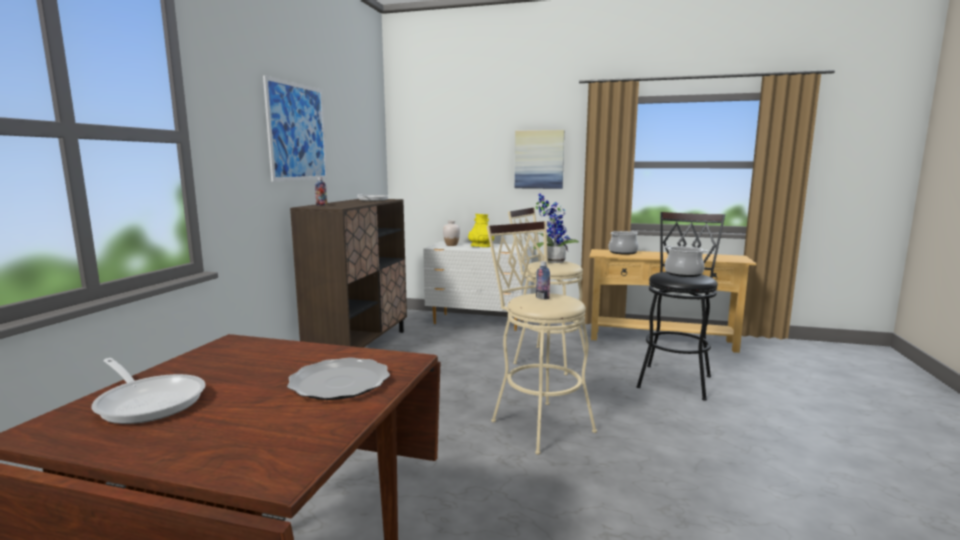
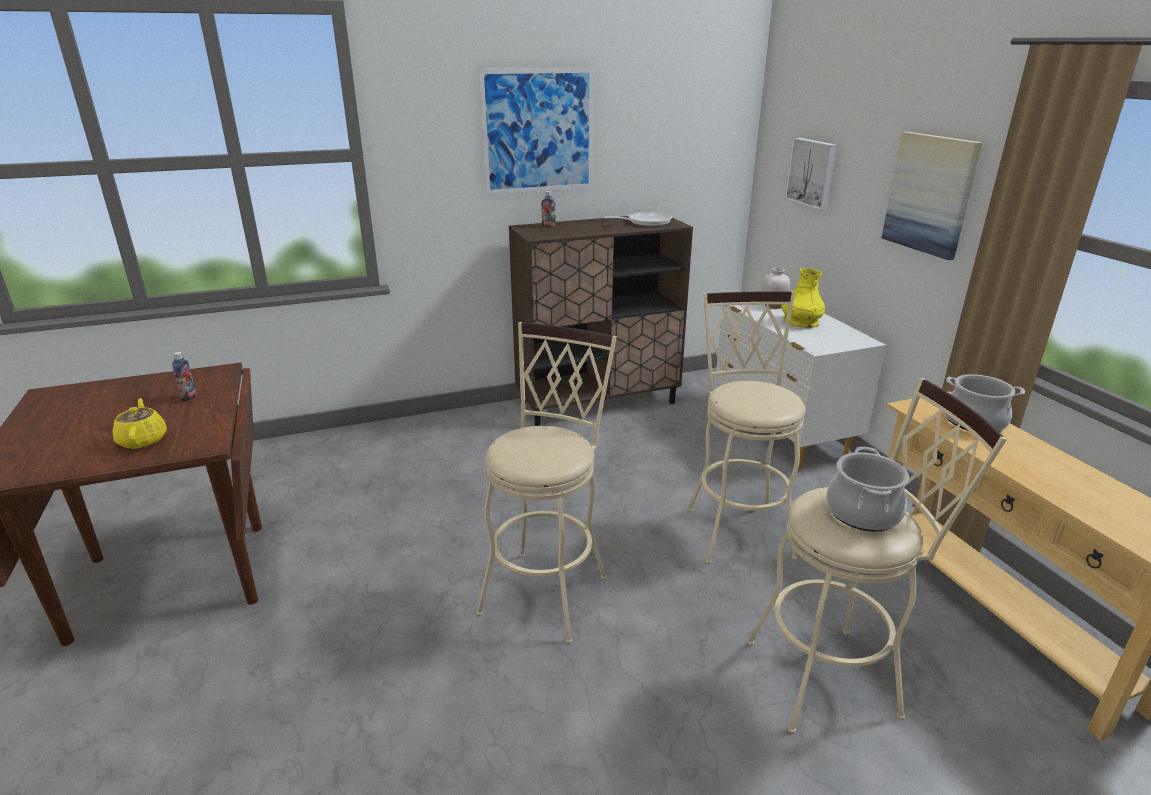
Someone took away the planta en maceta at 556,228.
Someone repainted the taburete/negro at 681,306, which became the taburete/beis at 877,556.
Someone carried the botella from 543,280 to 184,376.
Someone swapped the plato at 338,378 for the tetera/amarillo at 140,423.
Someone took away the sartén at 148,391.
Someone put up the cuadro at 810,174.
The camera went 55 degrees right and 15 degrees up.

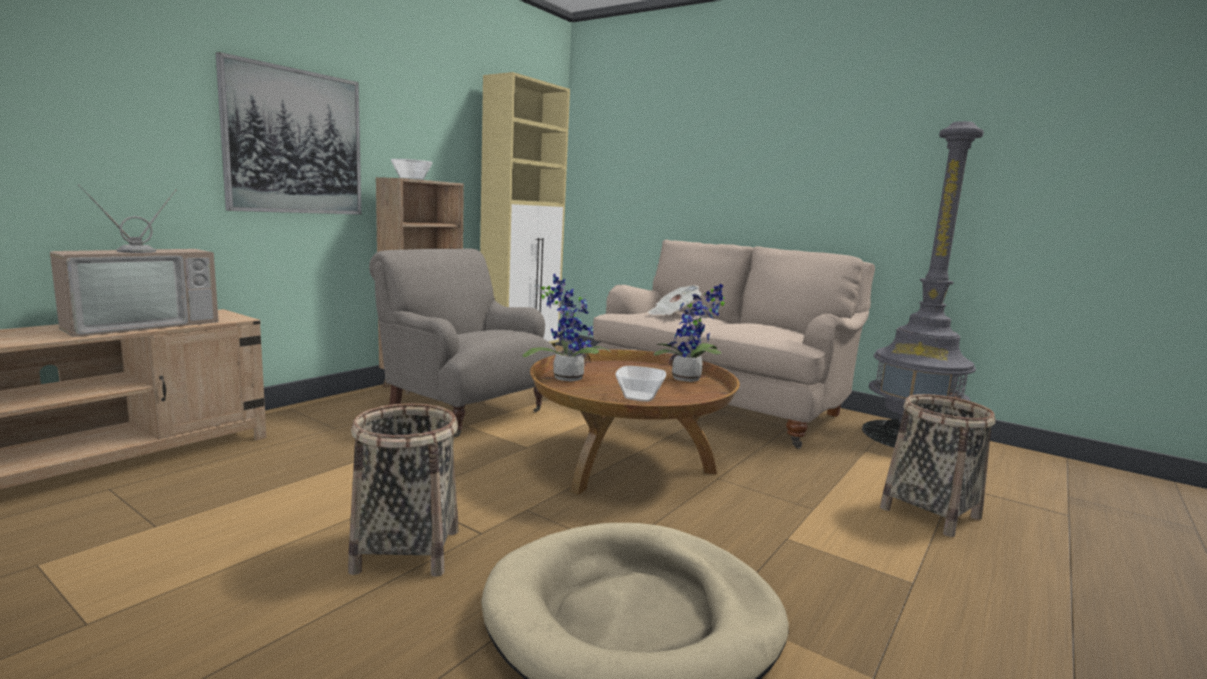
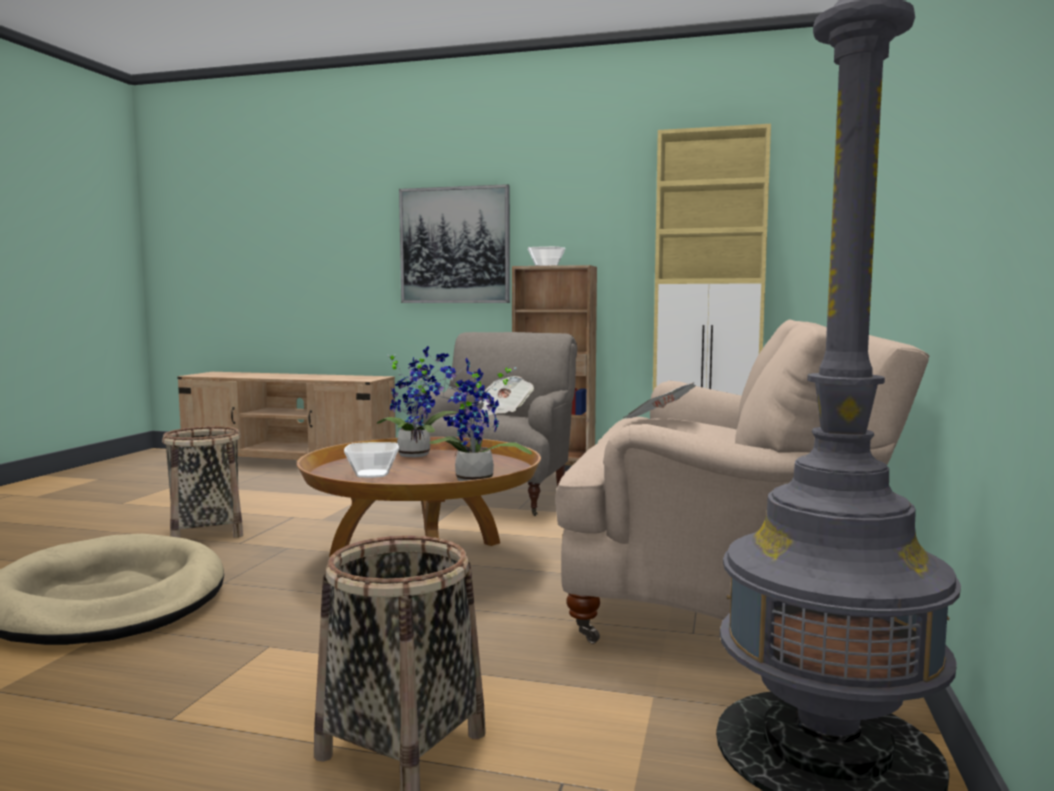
Someone took away the televisor at 134,260.
Someone put down the periódico at 506,395.
The camera went 70 degrees right and 5 degrees down.

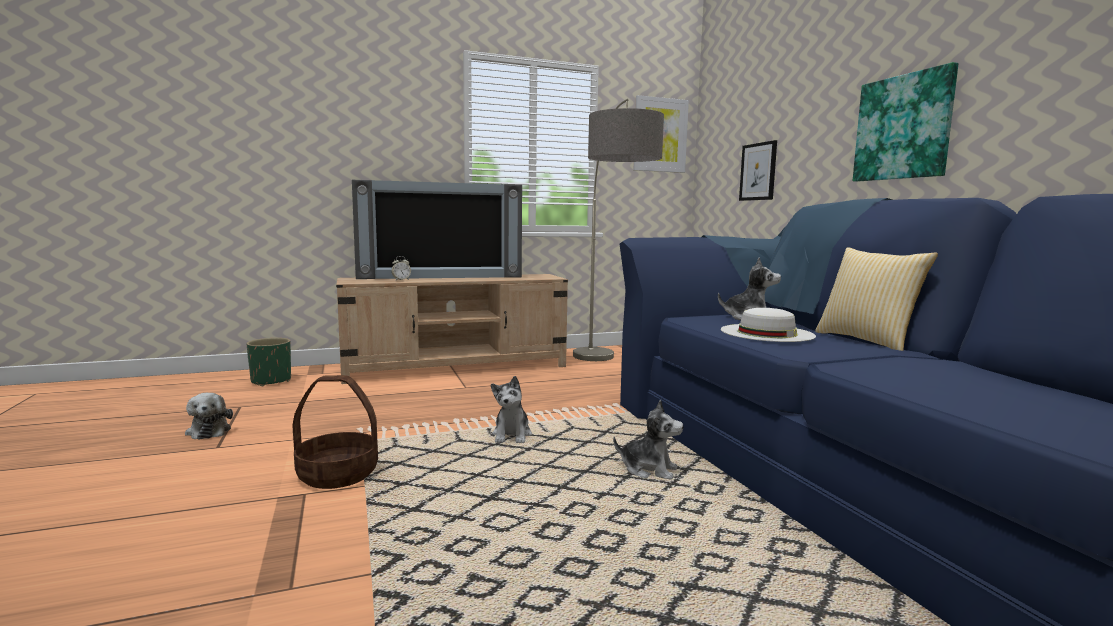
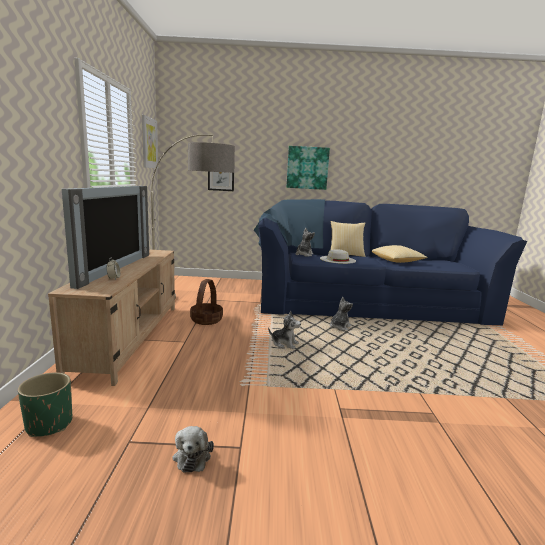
Someone carried the cesta from 335,432 to 206,302.
Someone rotated the peluche at 209,416 by 90 degrees clockwise.
Someone put down the cojín at 399,254.
The camera went 70 degrees left and 5 degrees up.

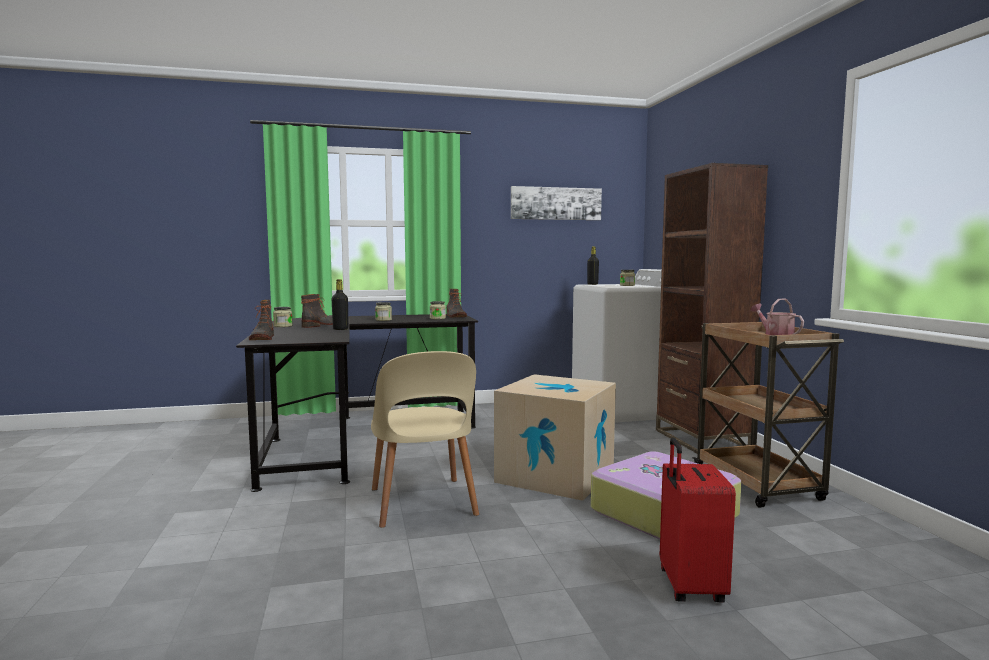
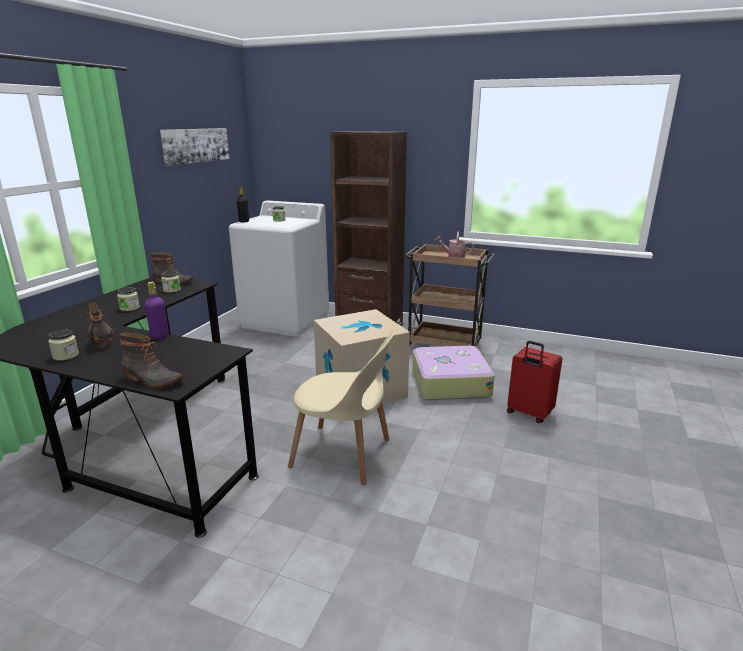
Someone repainted the botella/negro at 340,304, which became the botella/morado at 157,310.
The camera went 55 degrees left and 15 degrees up.

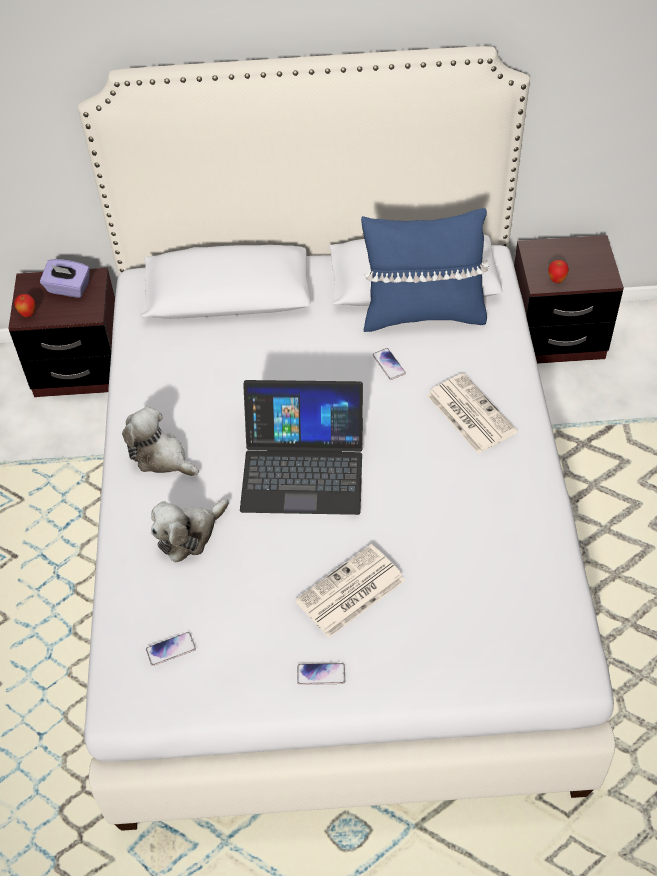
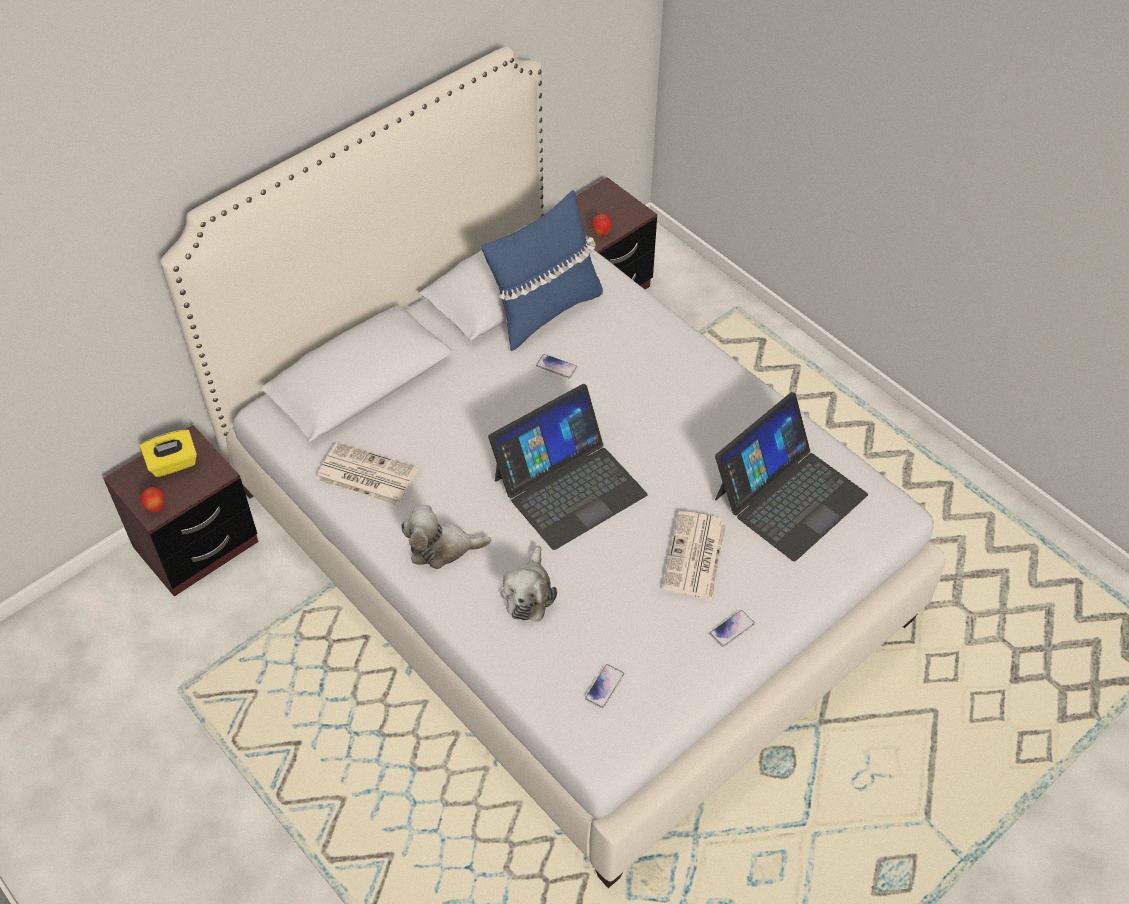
Someone repainted the caja de pañuelos/morado at 65,278, which became the caja de pañuelos/amarillo at 168,453.
Someone carried the periódico from 472,413 to 367,474.
Someone put down the portátil at 791,477.
The camera went 40 degrees left and 0 degrees up.

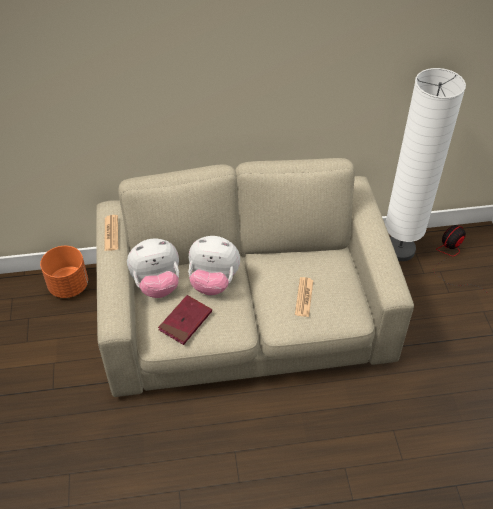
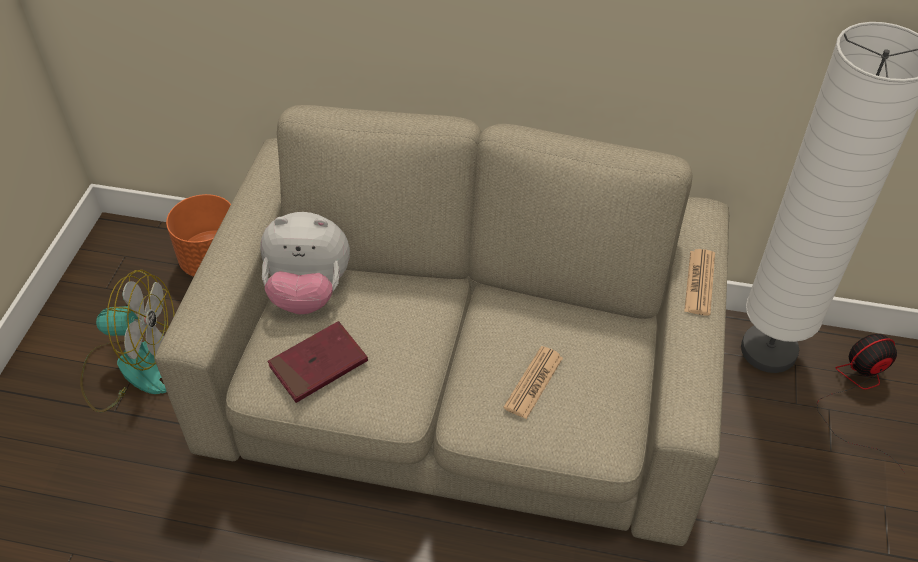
Someone carried the periódico from 111,233 to 699,282.
Someone took away the peluche at 214,265.
Someone put down the ventilador at 127,341.
The camera went 20 degrees right and 0 degrees up.

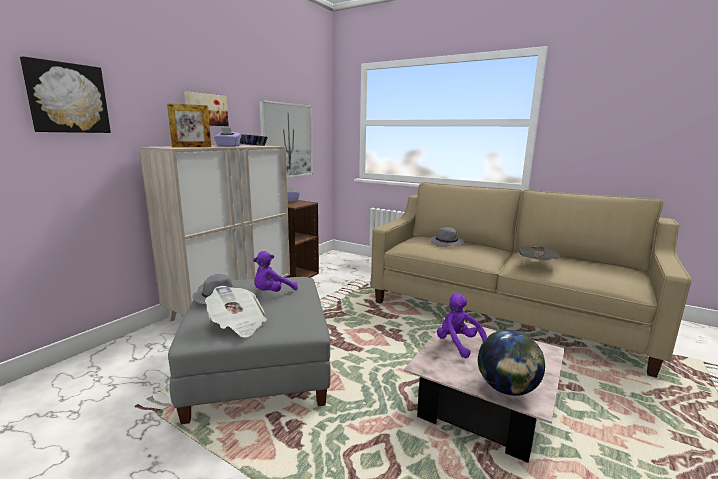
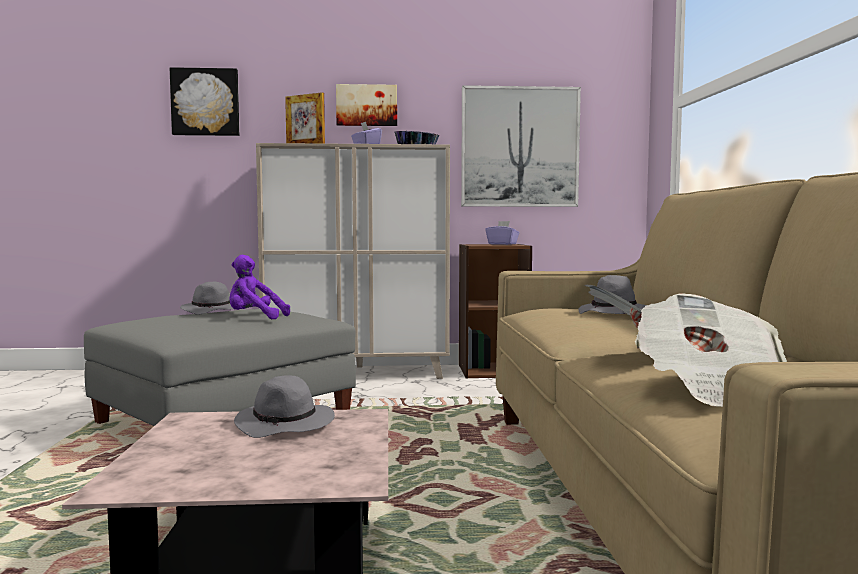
Someone carried the periódico from 236,311 to 711,350.
Someone swapped the peluche/morado at 462,326 for the sombrero/gris at 284,406.
Someone took away the globo terráqueo at 511,363.
The camera went 55 degrees right and 10 degrees down.

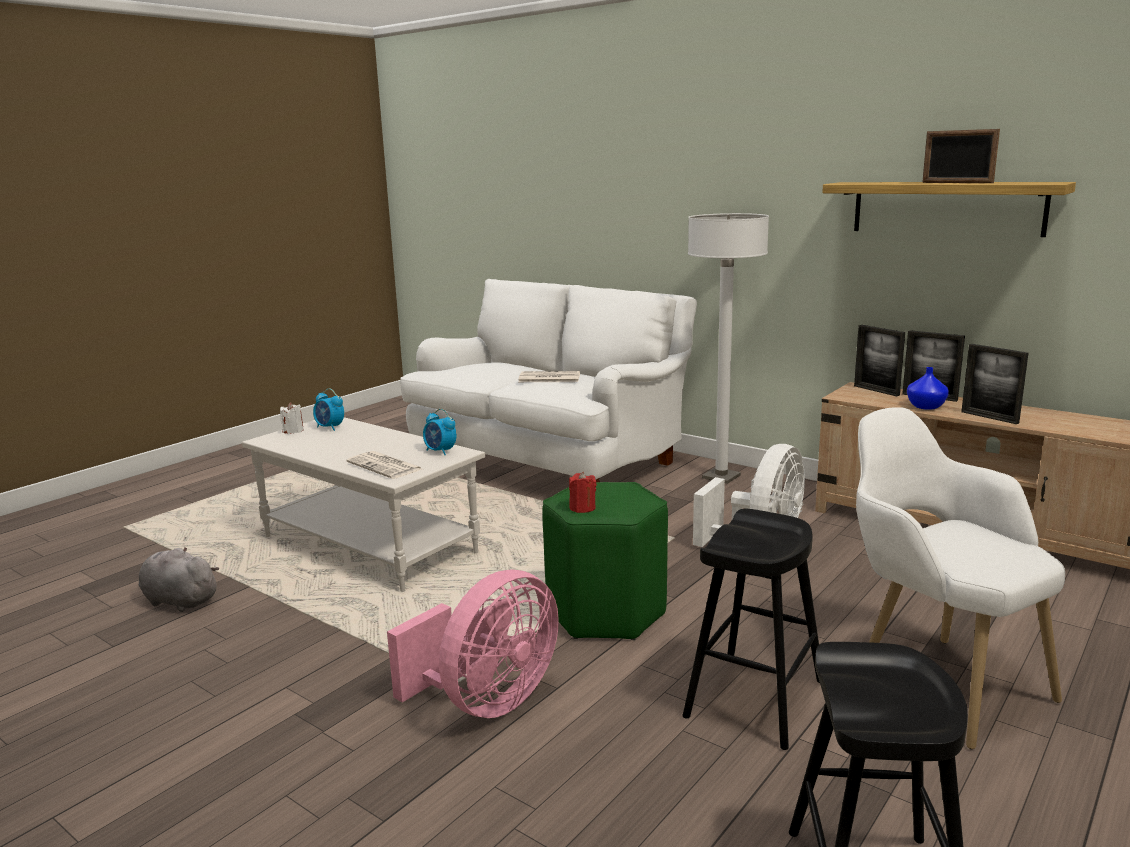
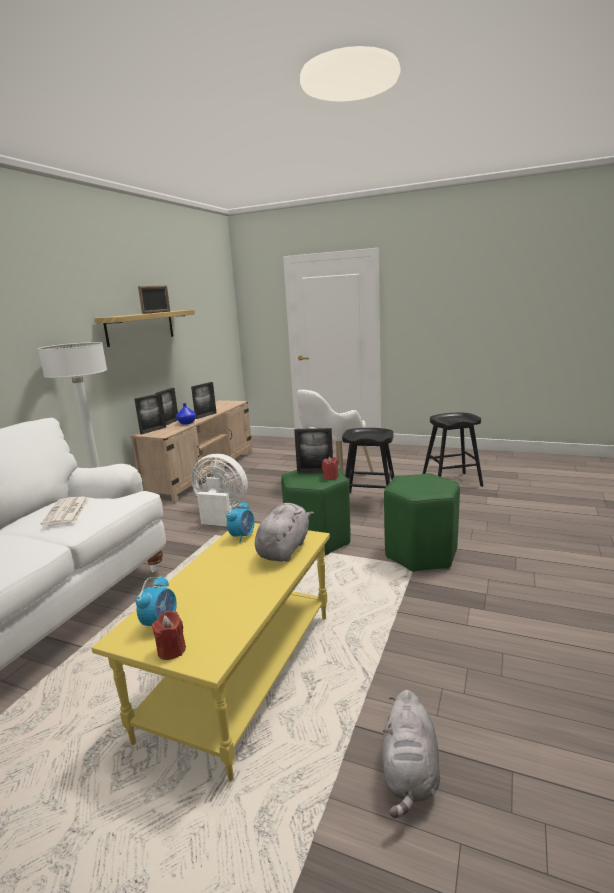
Someone repainted the vela/blanco at 292,418, which became the vela/rojo at 169,635.
Someone repainted the mesa de centro/blanco at 363,504, which became the mesa de centro/amarillo at 210,652.
Someone swapped the periódico at 384,465 for the peluche/gris at 284,532.
Someone swapped the ventilador/rosa at 473,643 for the taburete/verde at 422,522.
Someone put down the portarretratos at 313,450.
The camera went 105 degrees left and 0 degrees up.

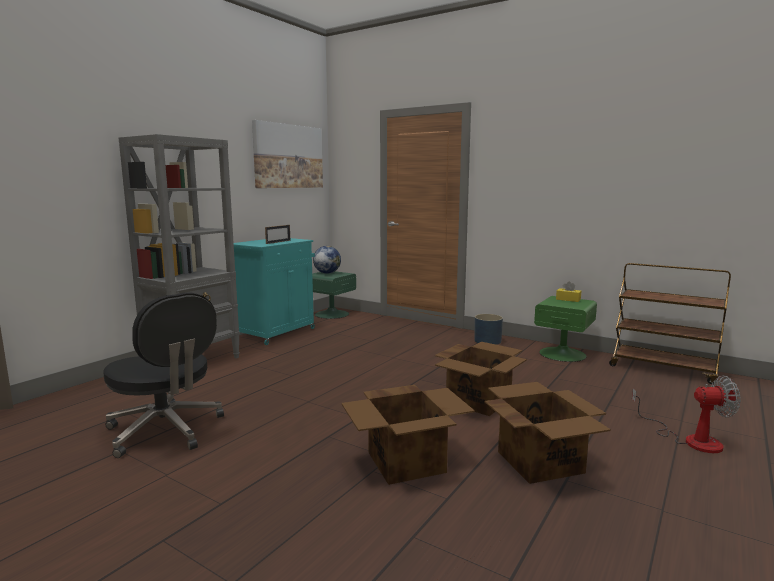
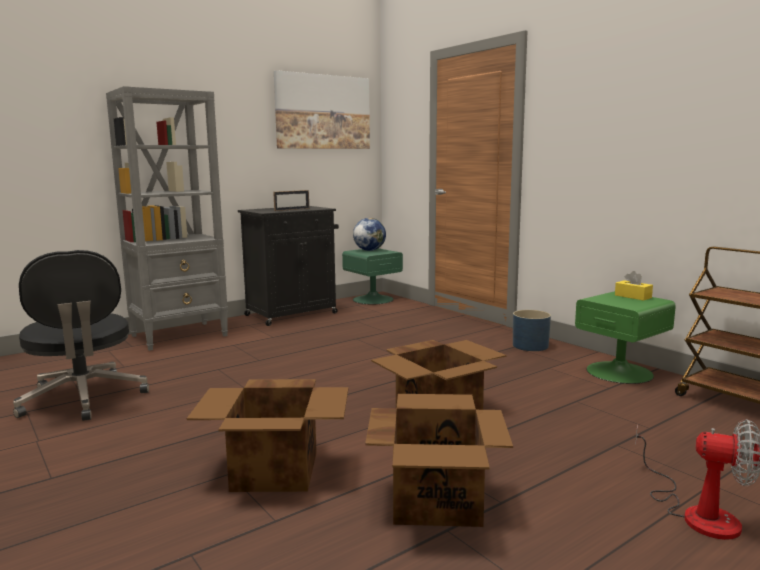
Someone repainted the armario/turquesa at 274,291, which became the armario/negro at 288,266.
The camera went 20 degrees right and 0 degrees up.

